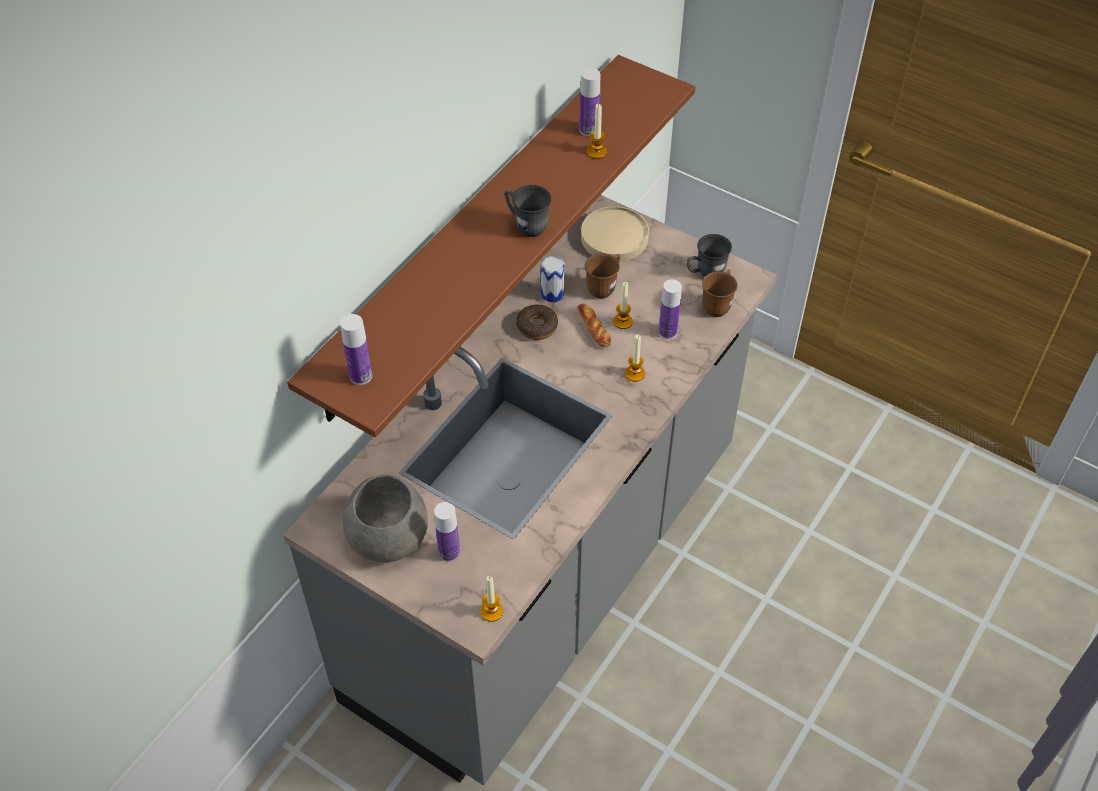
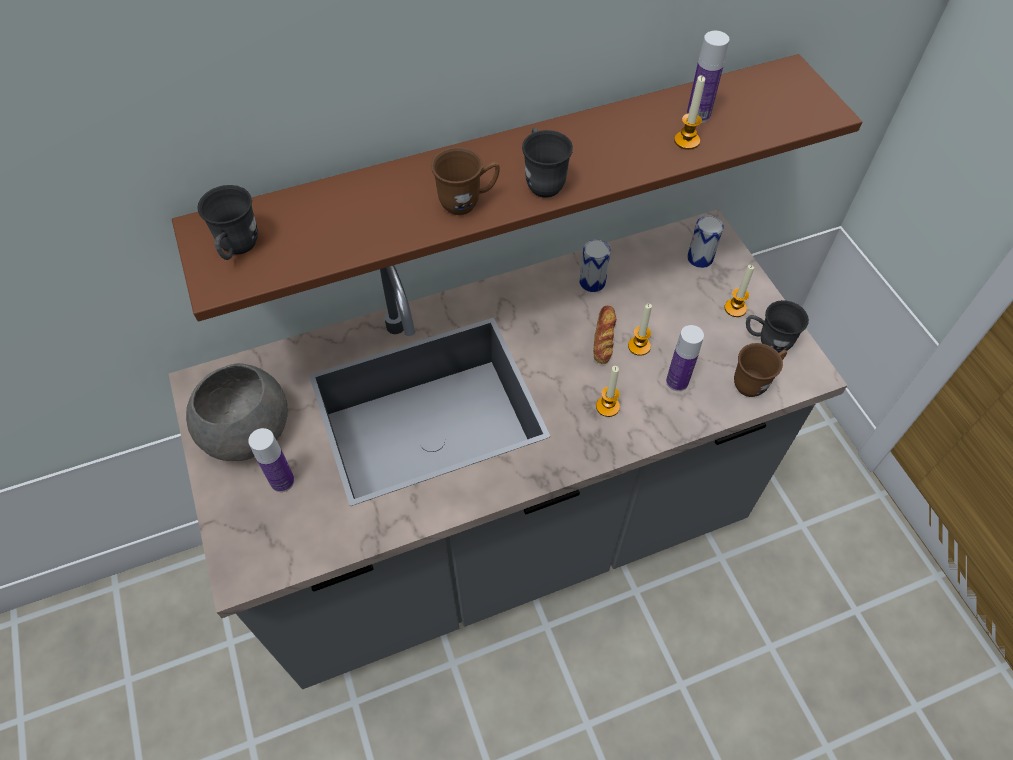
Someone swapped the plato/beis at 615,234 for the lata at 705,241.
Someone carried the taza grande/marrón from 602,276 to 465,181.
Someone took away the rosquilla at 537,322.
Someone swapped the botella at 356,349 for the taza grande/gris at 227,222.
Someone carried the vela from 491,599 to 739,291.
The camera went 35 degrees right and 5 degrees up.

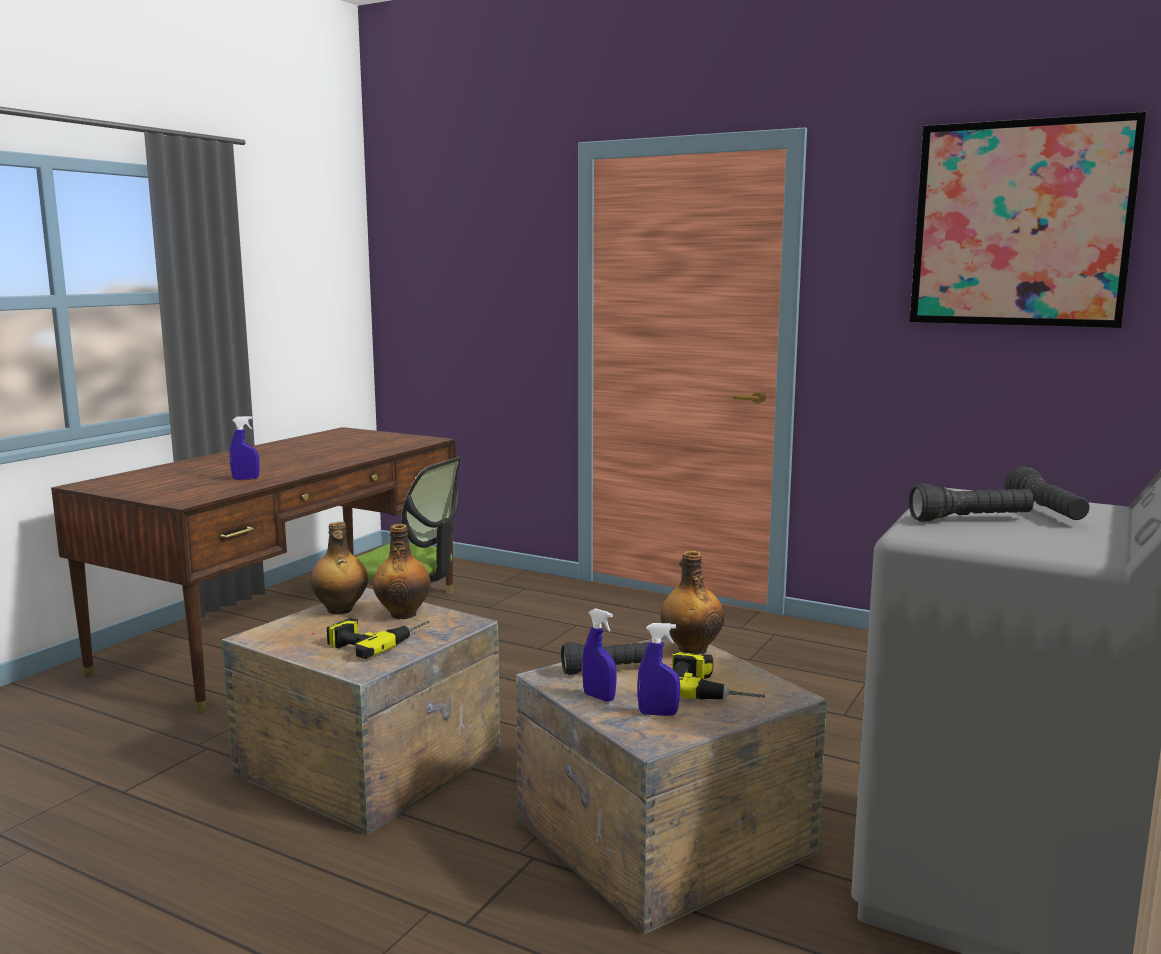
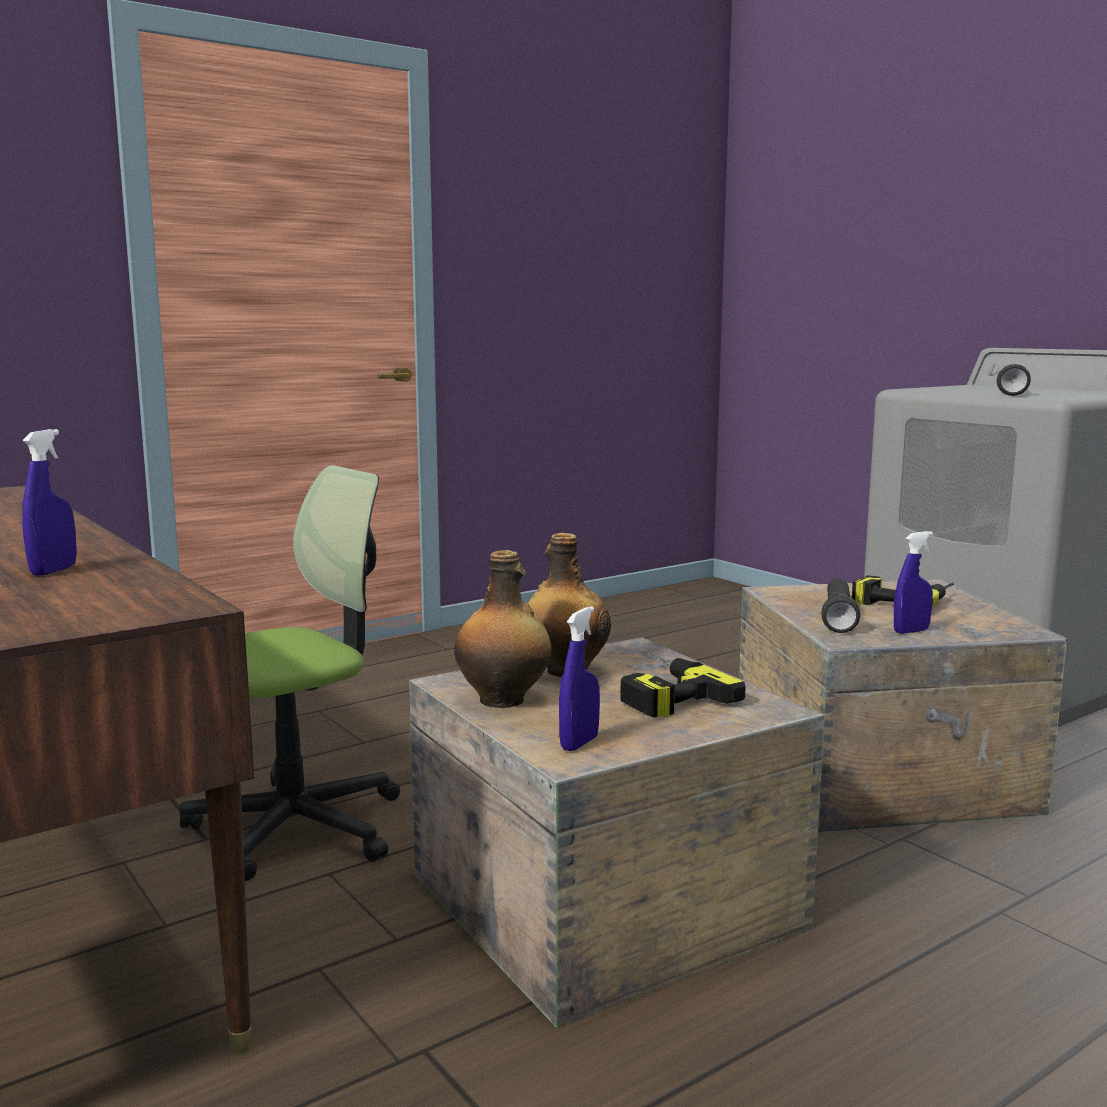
Someone took away the cuadro at 1027,219.
Someone took away the linterna/negro at 1047,493.
Someone took away the botella at 692,602.
Someone carried the pulverizador/azul from 658,669 to 579,678.
The camera went 65 degrees left and 0 degrees up.

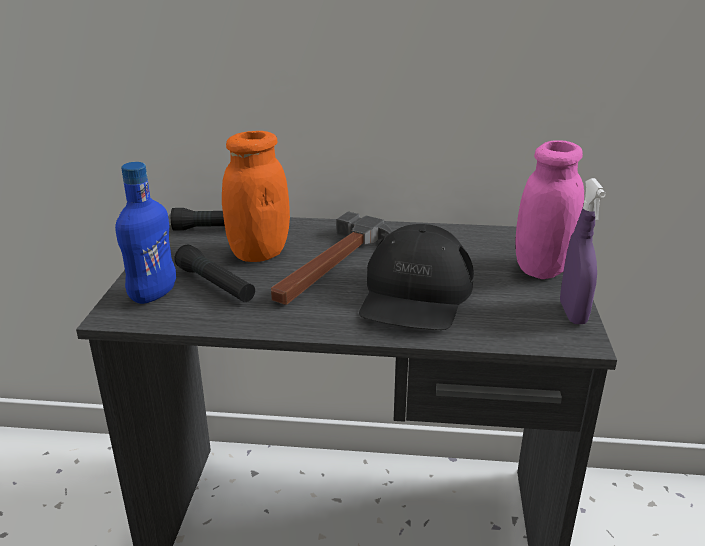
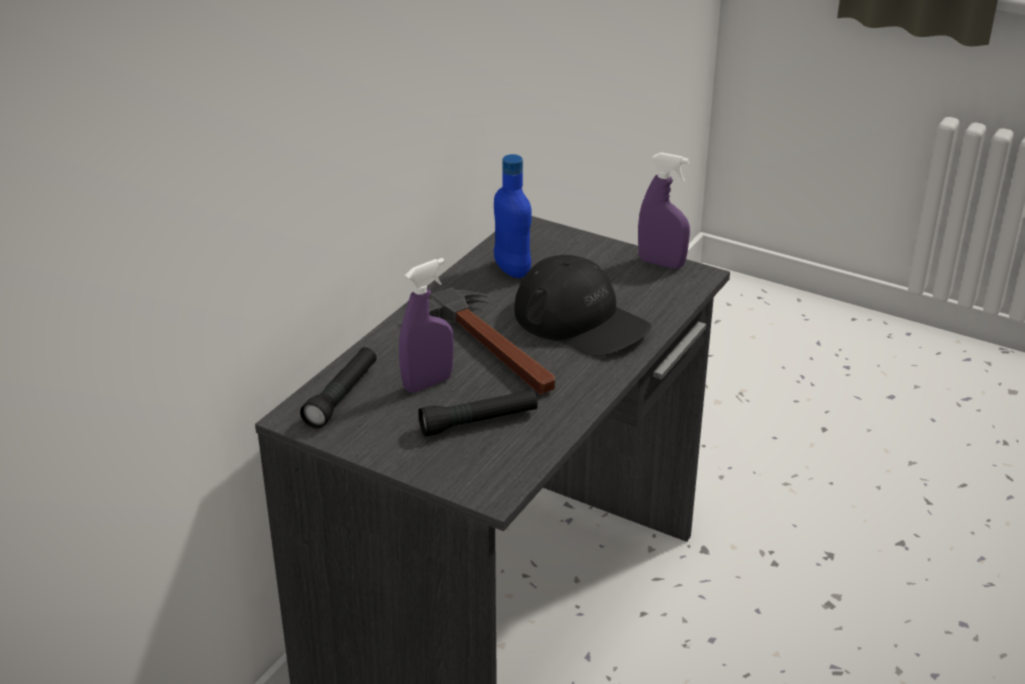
Someone swapped the tarro/naranja at 256,196 for the pulverizador/morado at 426,325.
Someone took away the tarro/rosa at 550,209.
Someone carried the botella/azul from 145,233 to 513,216.
The camera went 65 degrees left and 5 degrees up.

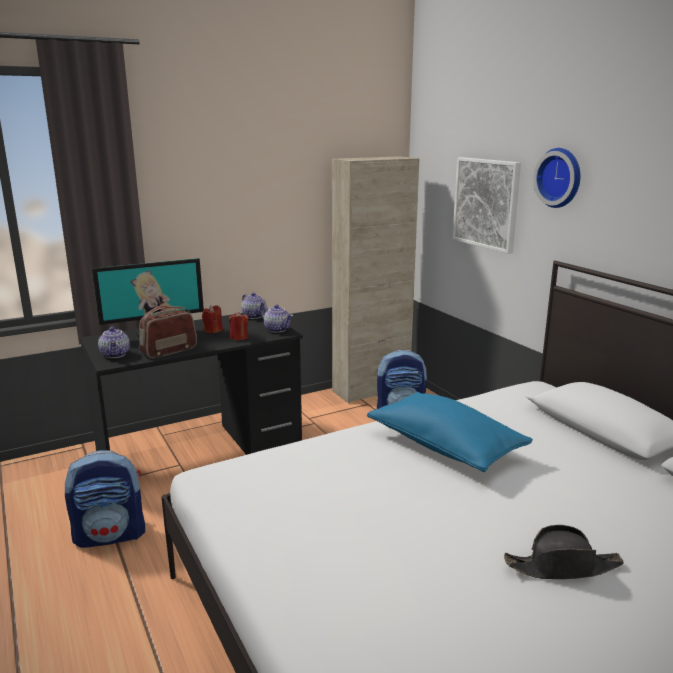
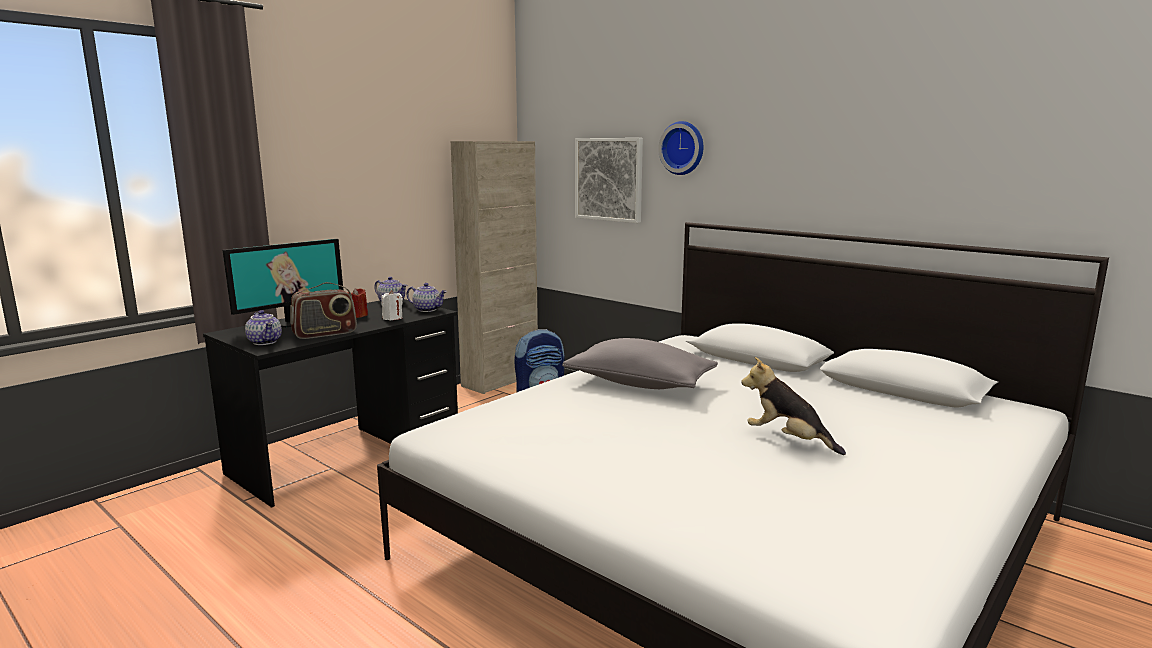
Someone rotated the radio at 168,331 by 150 degrees counterclockwise.
Someone repainted the vela/rojo at 238,326, which became the vela/blanco at 392,305.
Someone repainted the cojín/azul at 450,432, which became the cojín/gris at 640,363.
Someone took away the mochila at 105,499.
Someone swapped the sombrero/negro at 564,552 for the peluche at 793,406.
The camera went 20 degrees left and 5 degrees down.

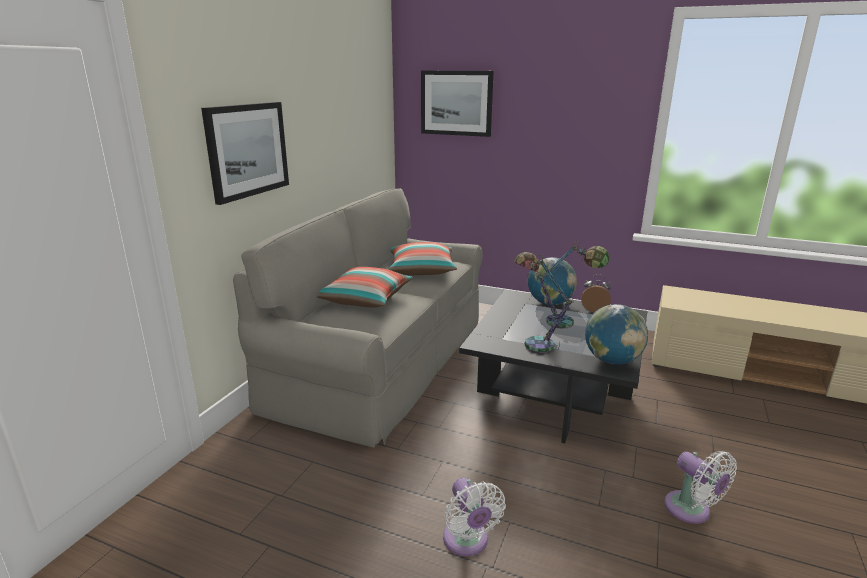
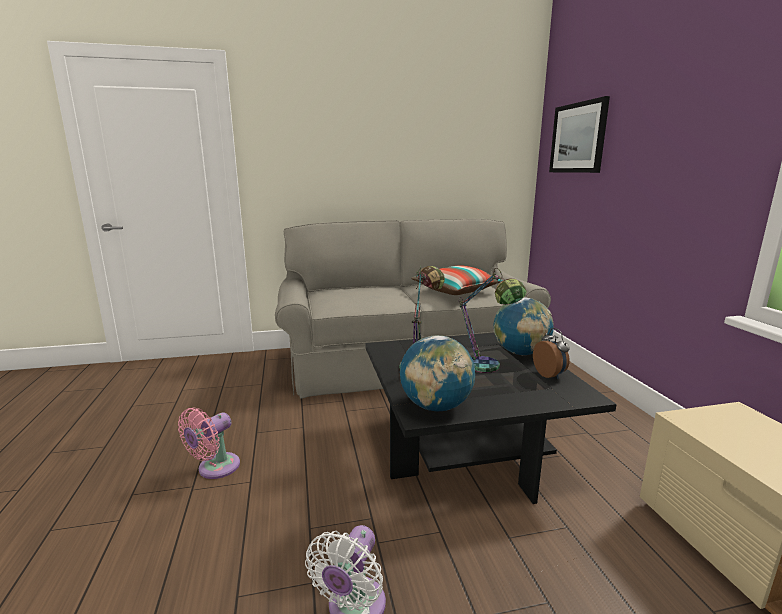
Someone took away the cuadro at 245,153.
Someone took away the cojín at 364,287.
Someone repainted the ventilador/blanco at 474,517, which became the ventilador/rosa at 209,443.
The camera went 55 degrees right and 5 degrees down.

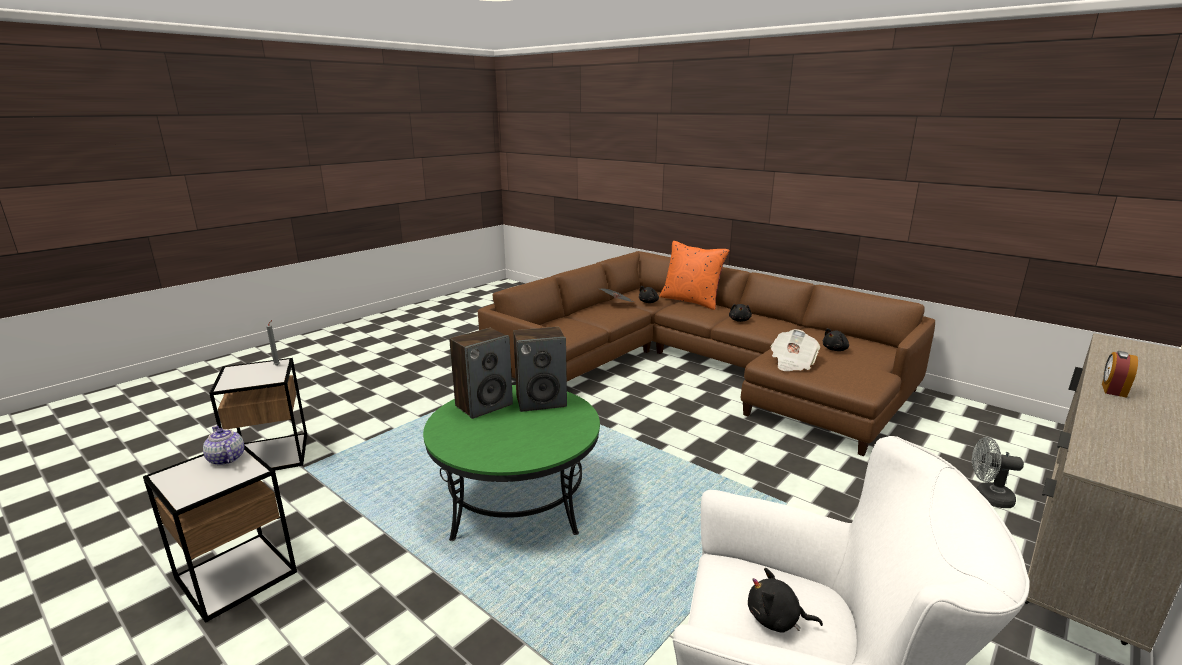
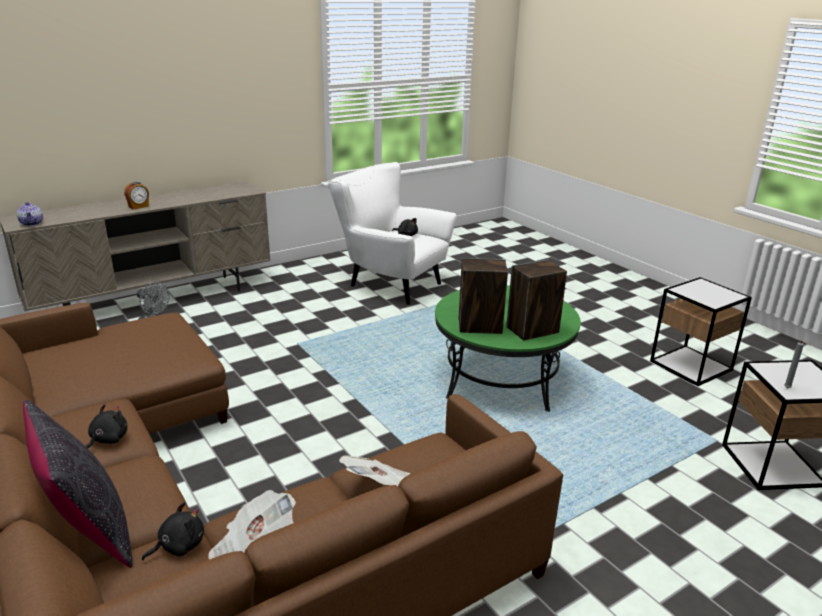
Someone repainted the cojín/naranja at 694,275, which became the cojín/negro at 78,484.
Someone took away the peluche/negro at 836,339.
Someone carried the periódico from 795,350 to 375,470.
Someone carried the tetera from 223,445 to 30,214.
The camera went 165 degrees left and 5 degrees up.

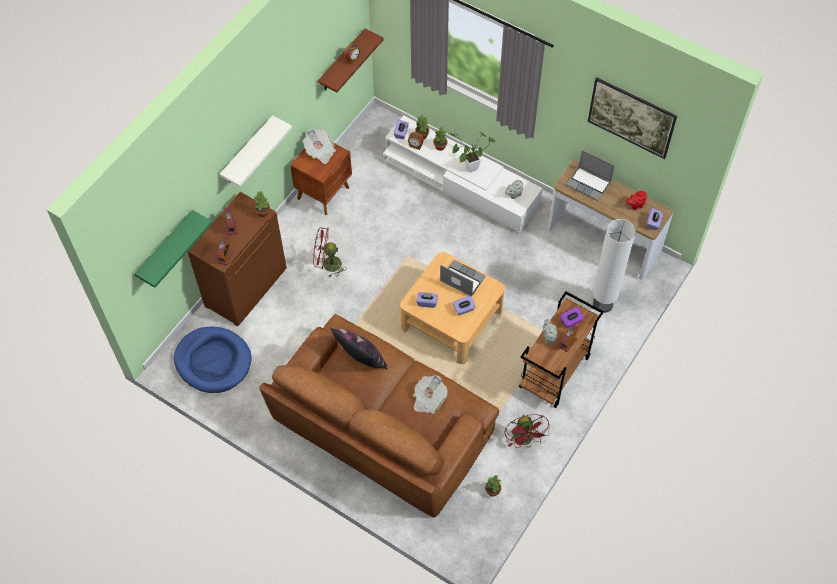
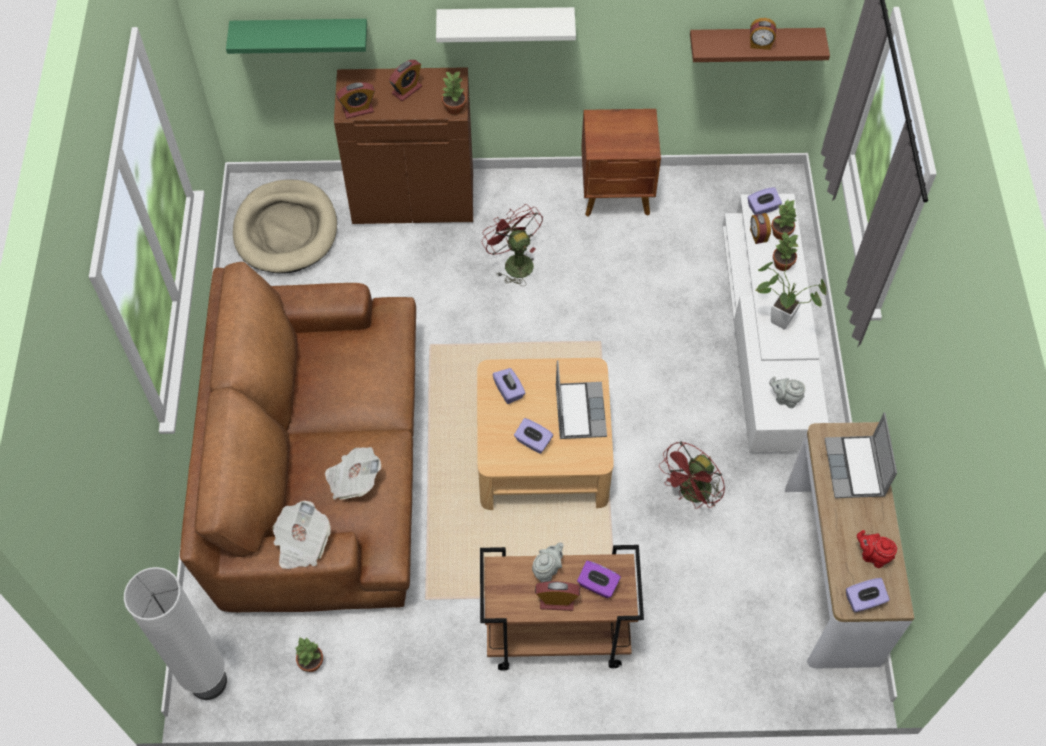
Someone took away the cuadro at 632,118.
Someone carried the periódico from 319,146 to 302,535.
Someone carried the lámpara de pie/blanco from 614,266 to 175,633.
Someone repainted the cama para perro/azul at 213,359, which became the cama para perro/beis at 285,226.
Someone took away the cojín at 359,348.
Someone carried the ventilador/rojo from 527,431 to 692,475.
The camera went 55 degrees right and 0 degrees up.

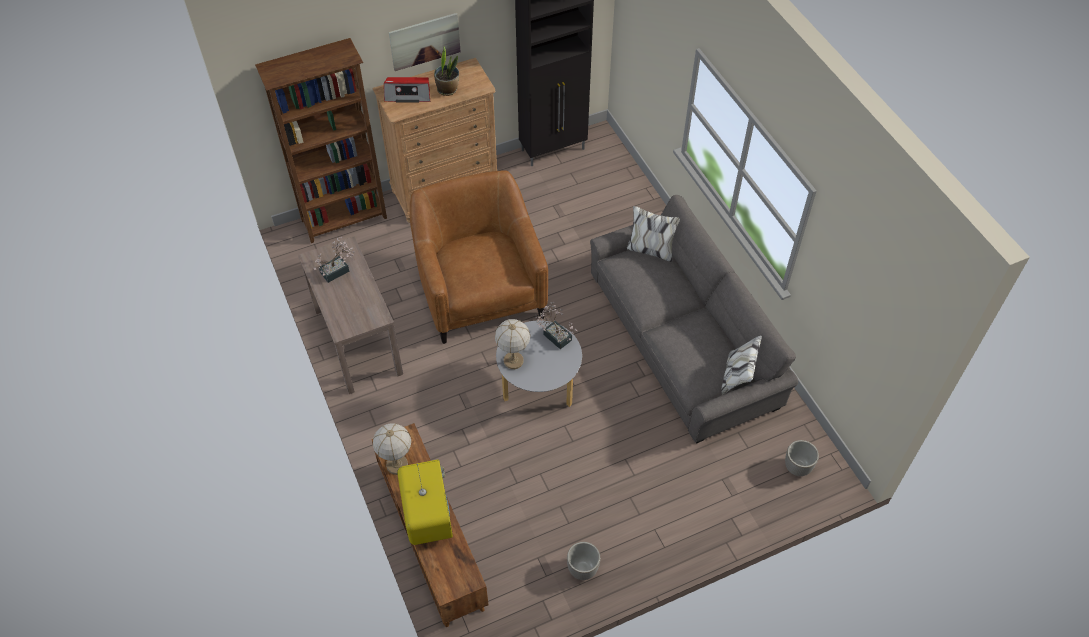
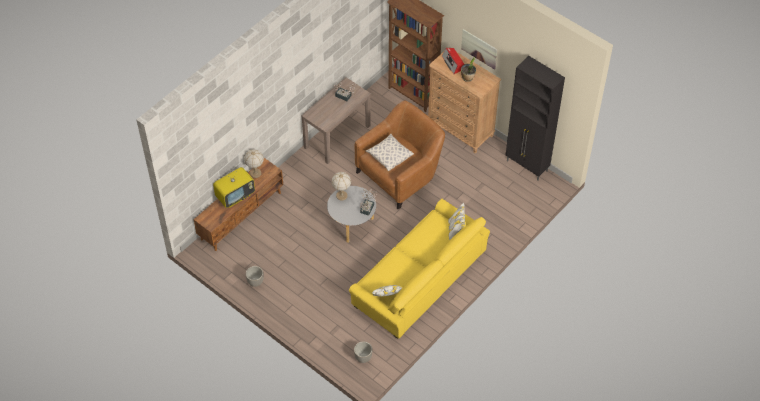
Someone repainted the sofá/gris at 694,319, which became the sofá/amarillo at 419,269.
Someone put down the cojín at 389,153.
The camera went 65 degrees right and 0 degrees up.

